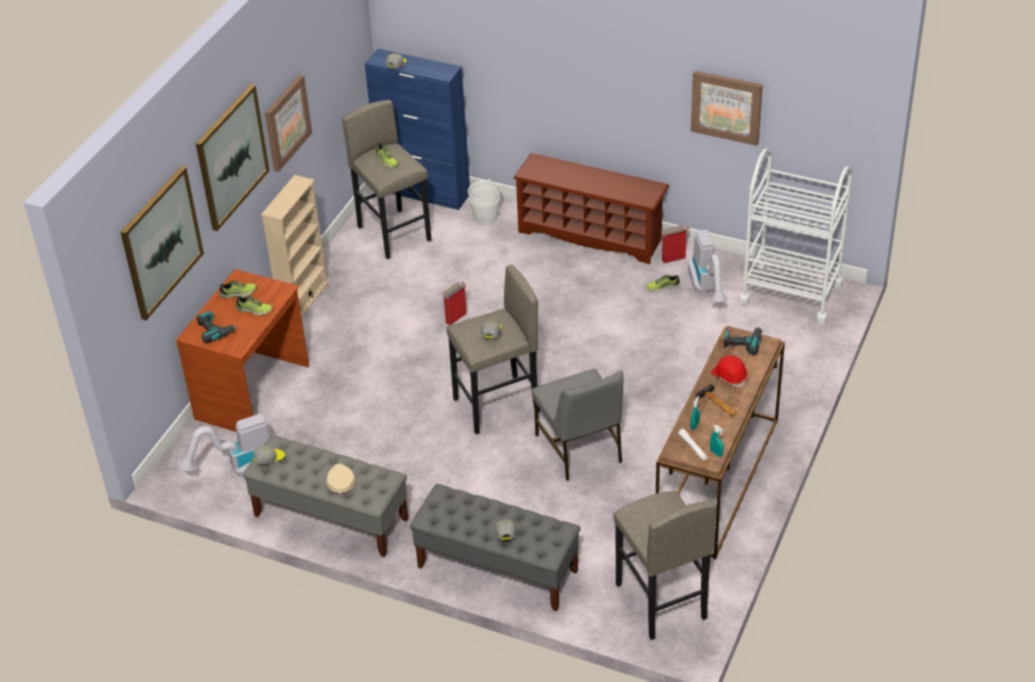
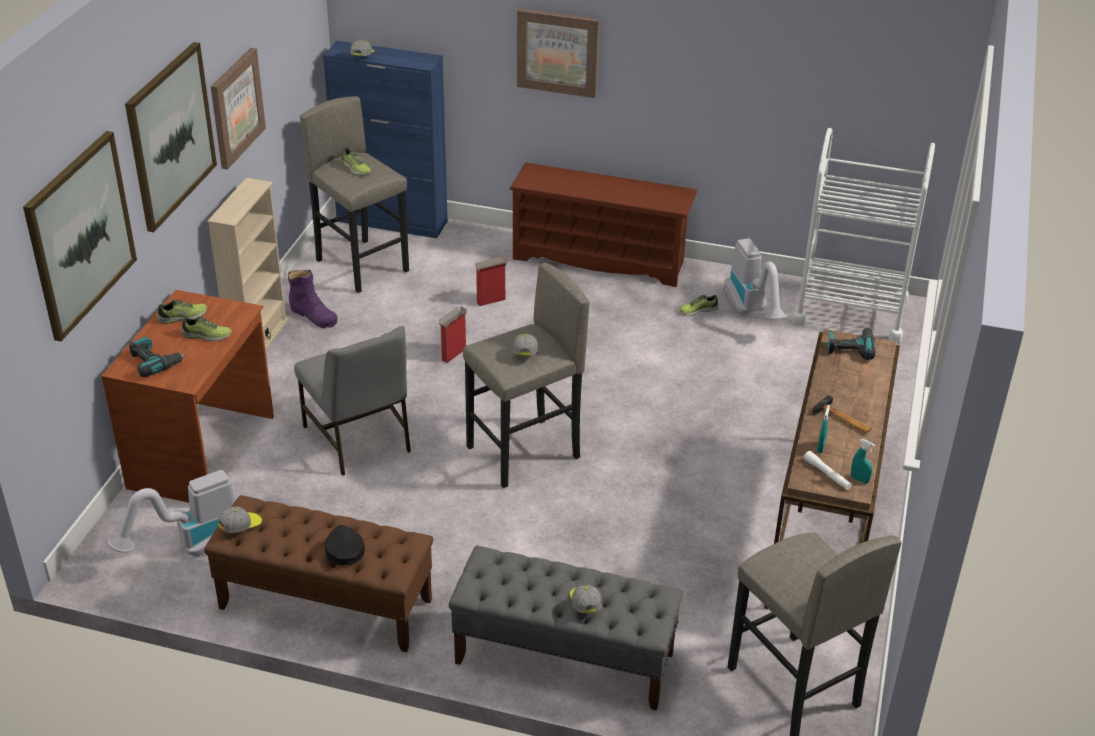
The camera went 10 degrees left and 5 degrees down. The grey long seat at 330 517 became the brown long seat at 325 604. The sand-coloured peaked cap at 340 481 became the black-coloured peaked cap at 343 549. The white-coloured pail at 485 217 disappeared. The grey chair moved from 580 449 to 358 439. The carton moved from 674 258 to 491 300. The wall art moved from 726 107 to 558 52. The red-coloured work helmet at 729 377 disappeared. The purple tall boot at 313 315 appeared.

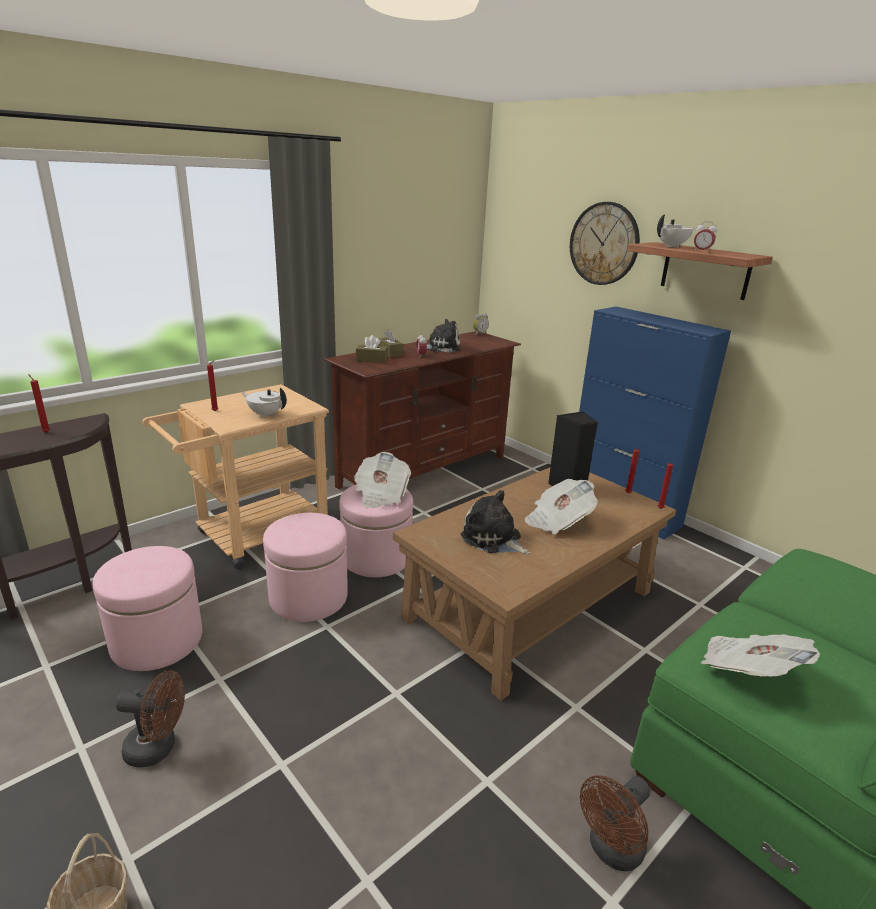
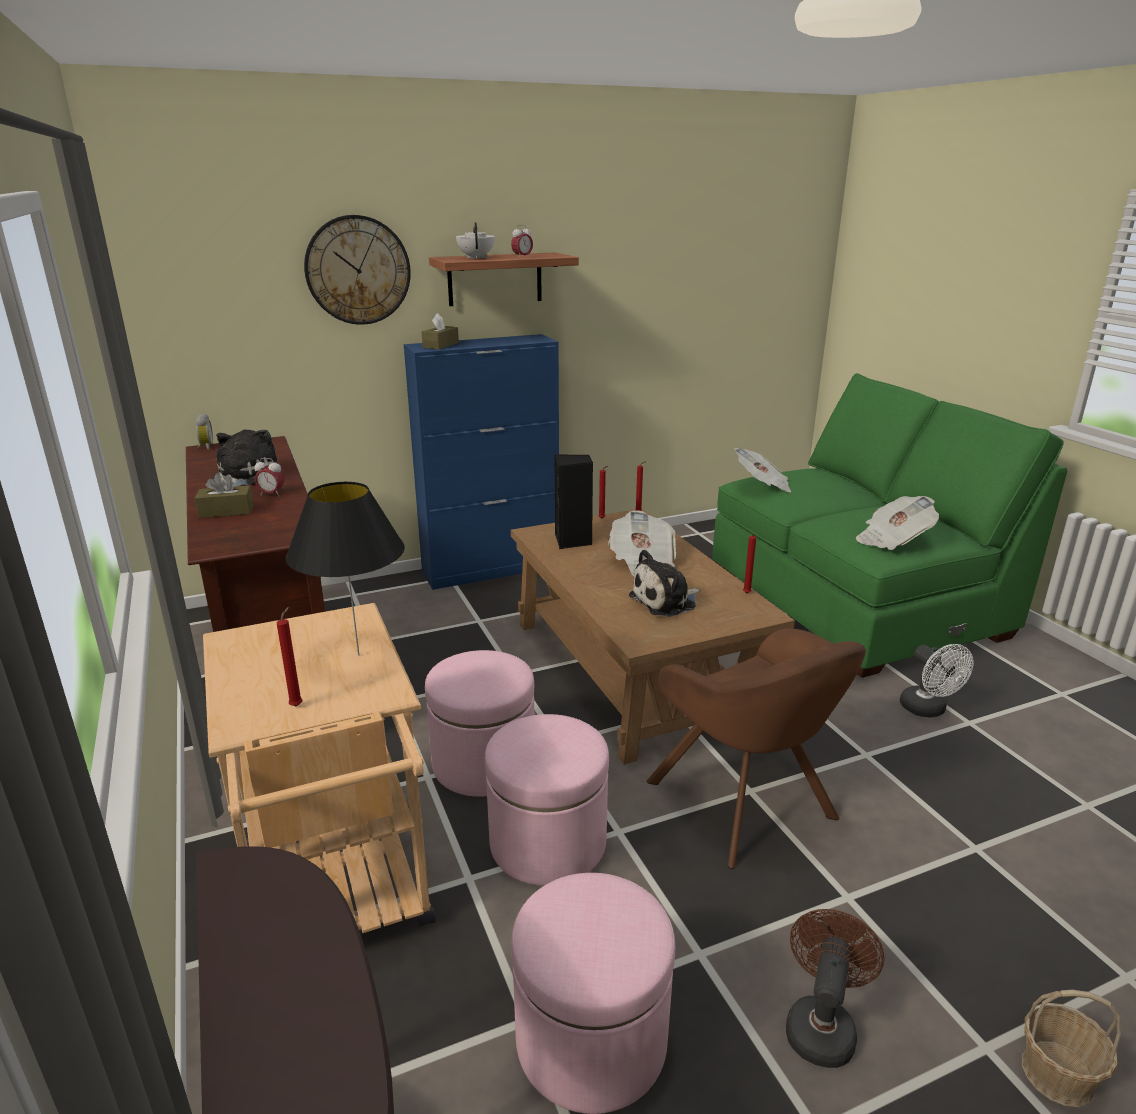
The camera went 70 degrees left and 0 degrees up. The red-coloured wax light moved from 45 432 to 746 594. The white-coloured tea pot at 265 414 was replaced by the black-coloured table lamp at 358 655. The printed paper moved from 381 495 to 762 485. The brown box of tissues moved from 371 360 to 440 345. The brown cooling fan at 611 851 became the white-coloured cooling fan at 928 710. The brown armchair at 746 805 appeared.

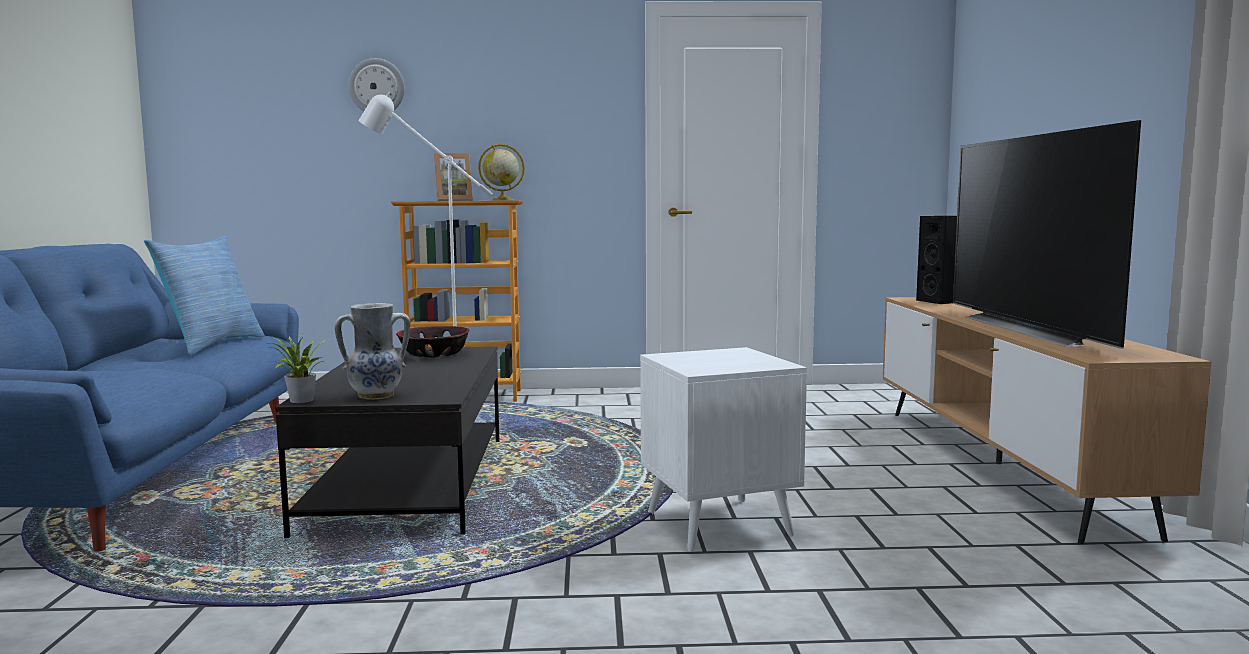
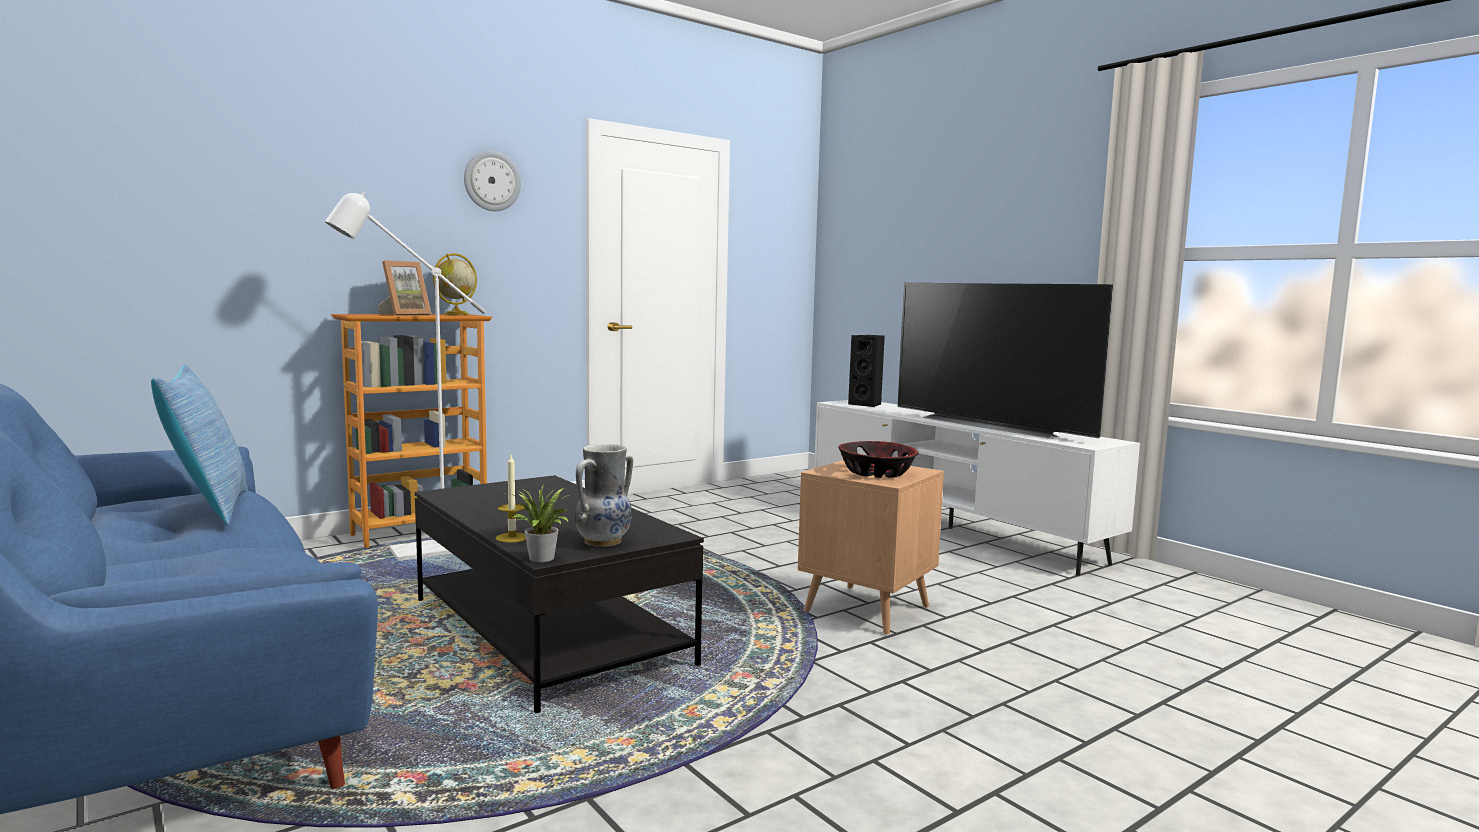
The camera went 35 degrees left and 0 degrees up. The clock on the wall moved from 377 87 to 492 181. The deep dish moved from 434 354 to 877 473. The white-coloured side table at 718 524 became the brown side table at 867 610. The brown media console at 997 463 became the white-coloured media console at 950 528. The wax light at 512 537 appeared.

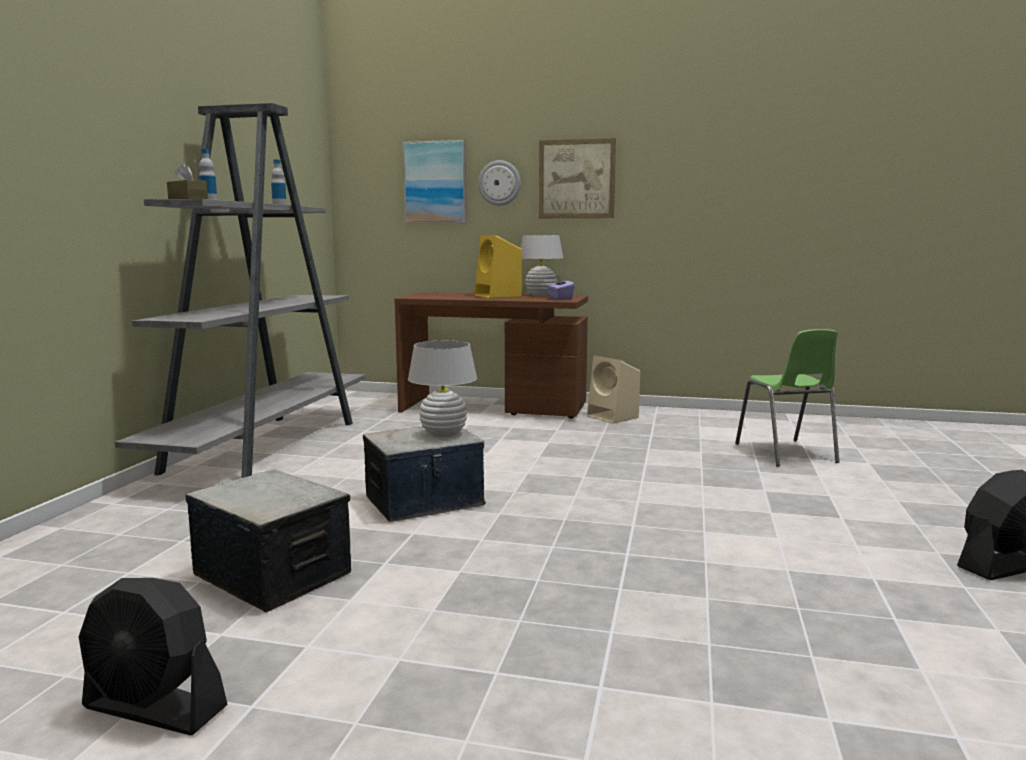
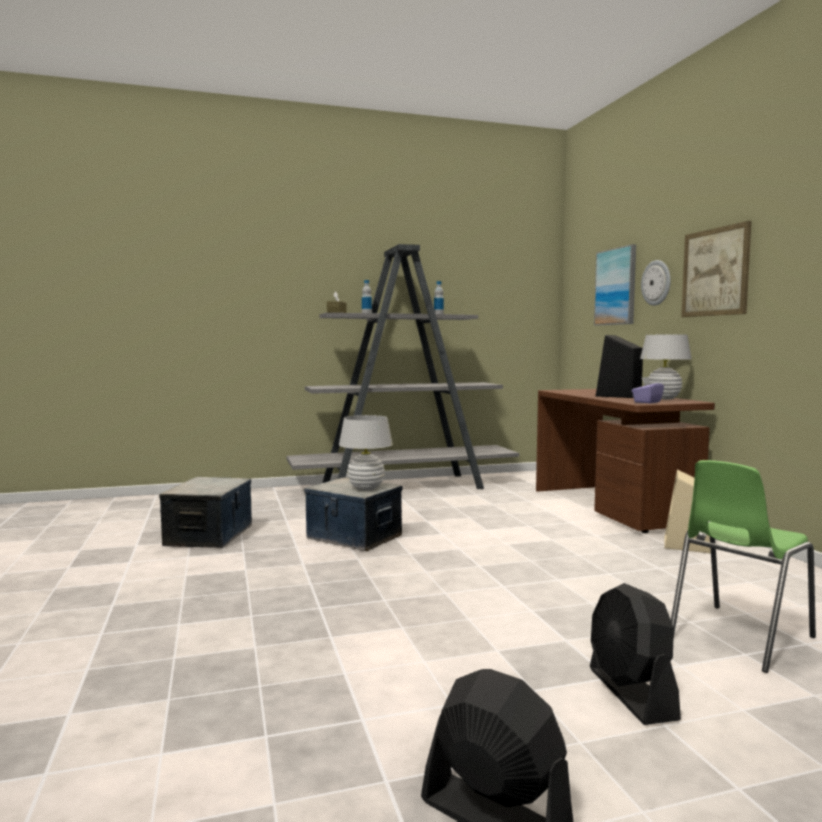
The camera went 60 degrees right and 5 degrees down. The black-coloured cooling fan moved from 155 708 to 631 693. The yellowish audio speaker at 498 296 became the black-coloured audio speaker at 618 396.

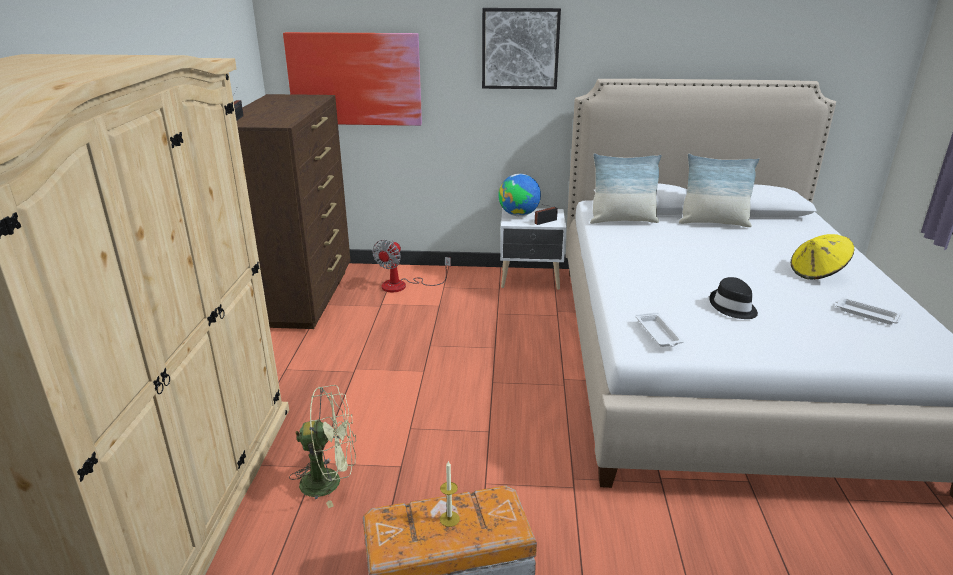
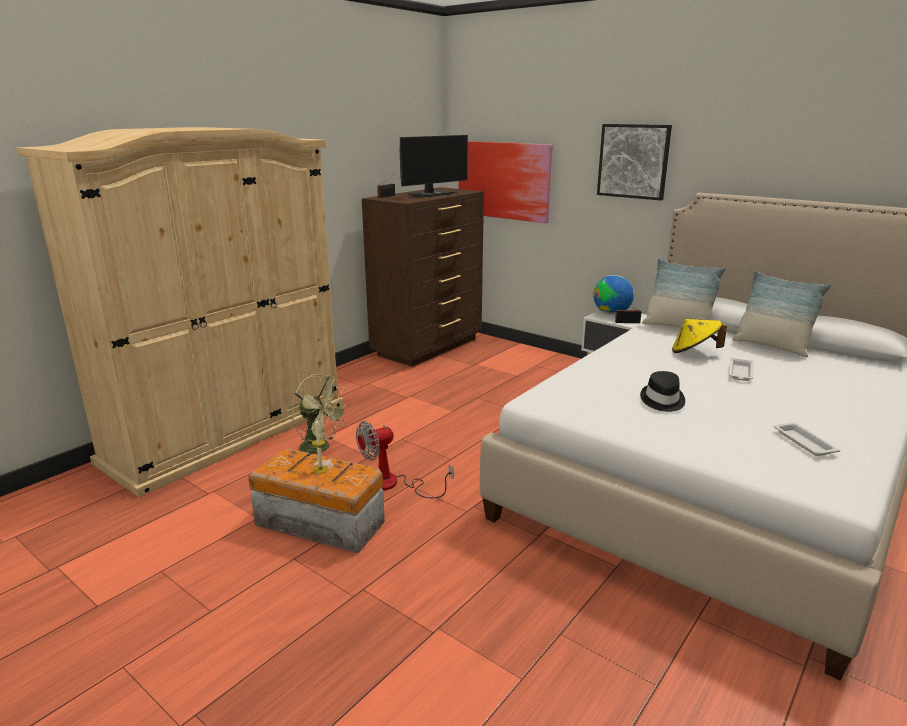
The camera went 35 degrees right and 5 degrees down. The cooling fan moved from 403 285 to 393 484. The white-coloured carrying tray moved from 658 334 to 740 373. The yellowish hat moved from 817 273 to 694 352. The computer screen at 431 194 appeared.

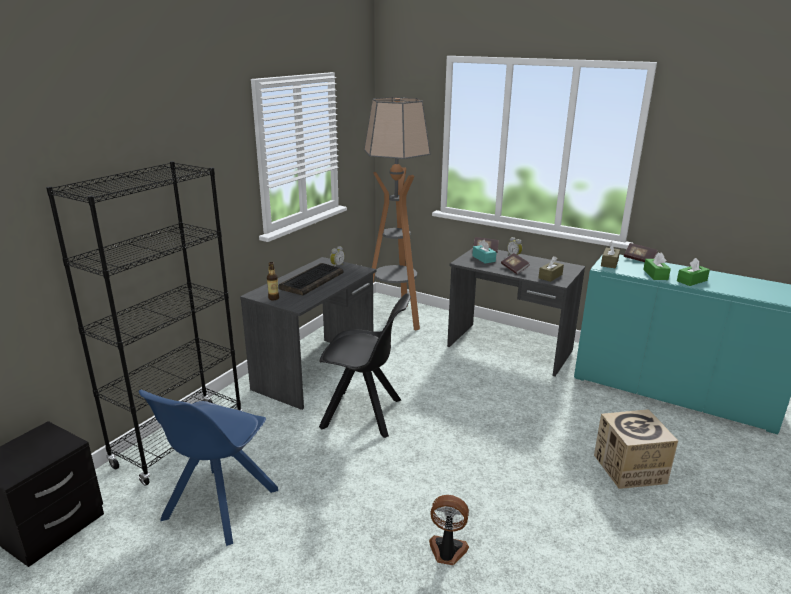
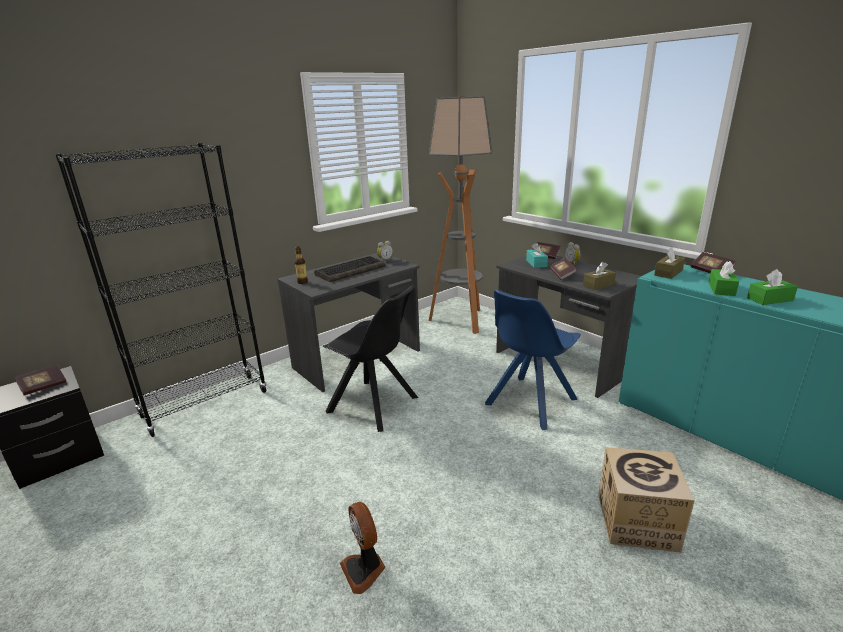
The camera went 20 degrees right and 0 degrees up. The blue chair moved from 218 506 to 529 403. The cooling fan at 447 551 turned 150 degrees counterclockwise. The book at 43 386 appeared.

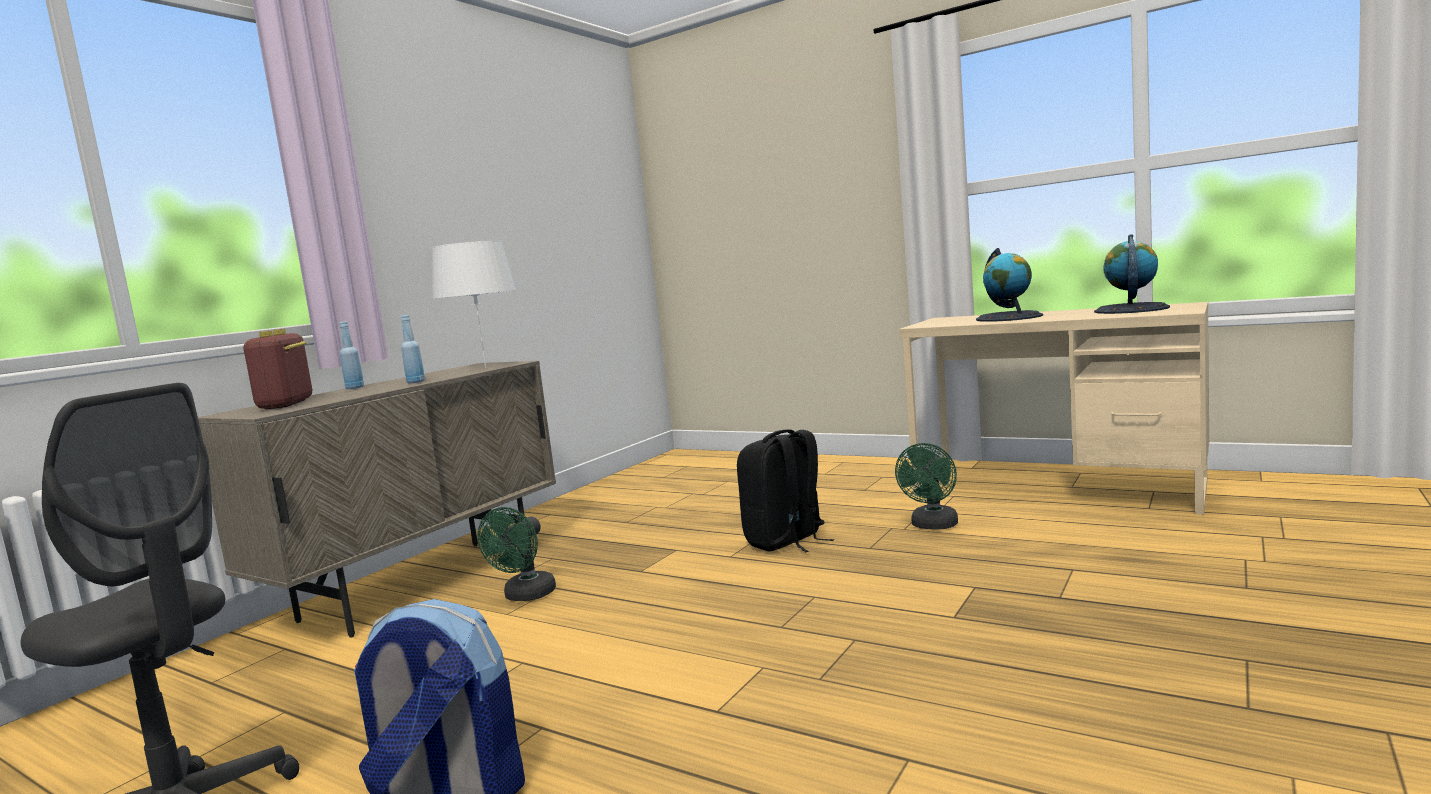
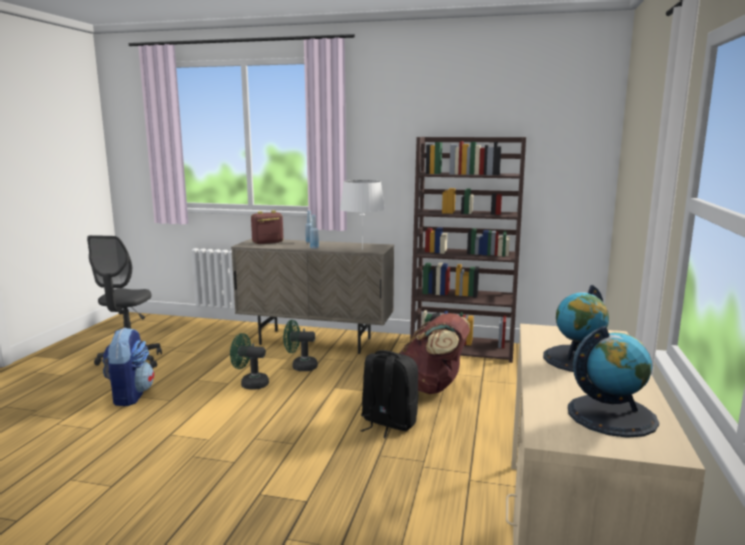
The camera went 70 degrees right and 5 degrees up. The greenish cooling fan moved from 933 526 to 250 384. The brown backpack at 432 388 appeared. The brown shelving unit at 463 348 appeared.

